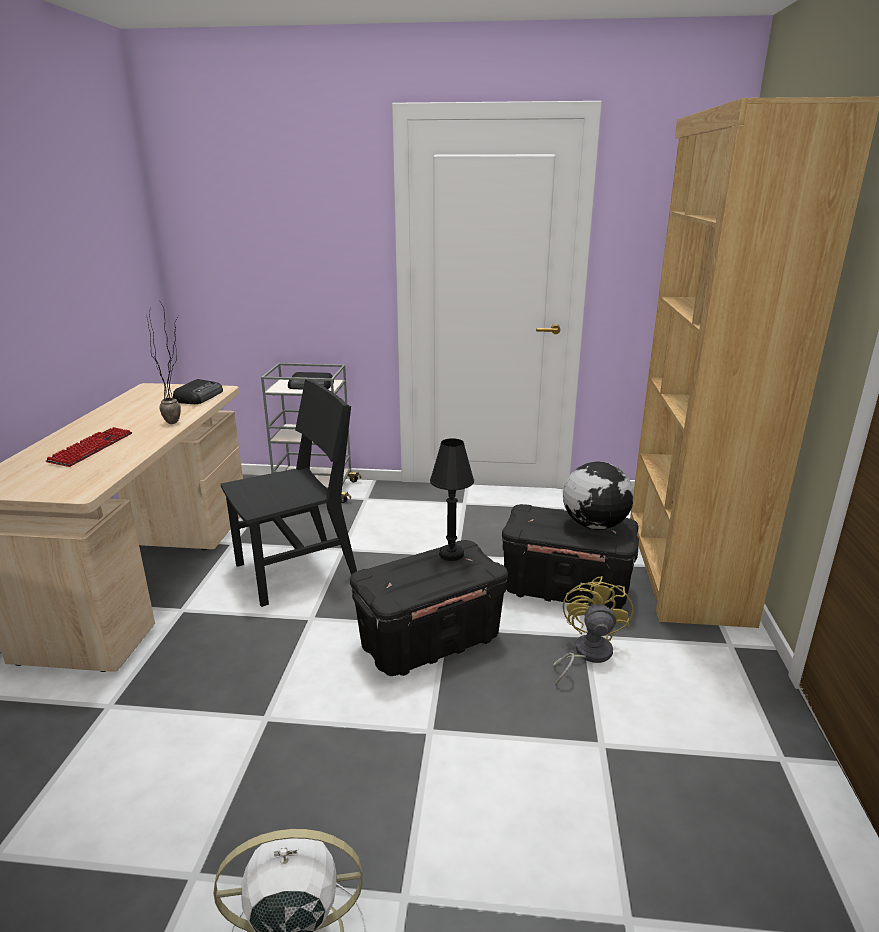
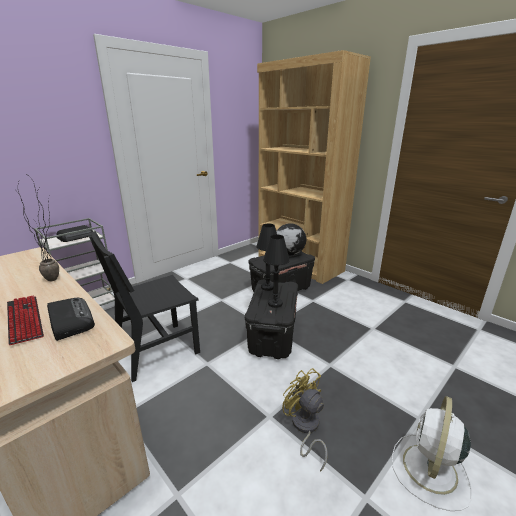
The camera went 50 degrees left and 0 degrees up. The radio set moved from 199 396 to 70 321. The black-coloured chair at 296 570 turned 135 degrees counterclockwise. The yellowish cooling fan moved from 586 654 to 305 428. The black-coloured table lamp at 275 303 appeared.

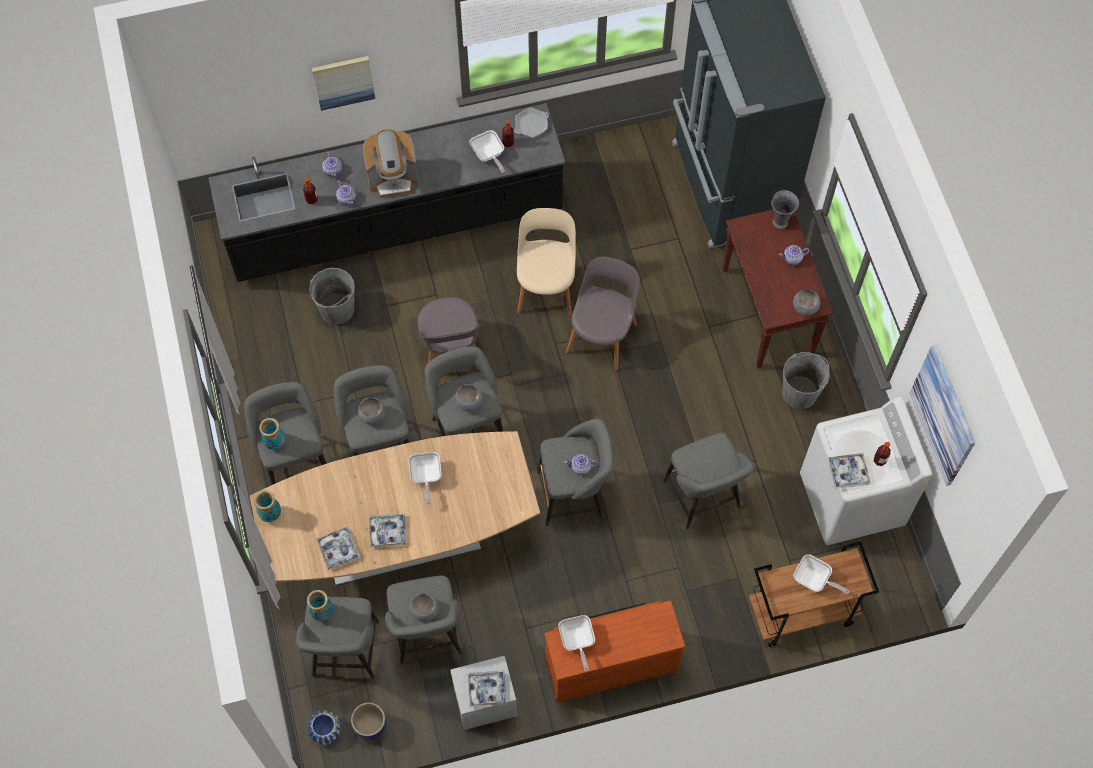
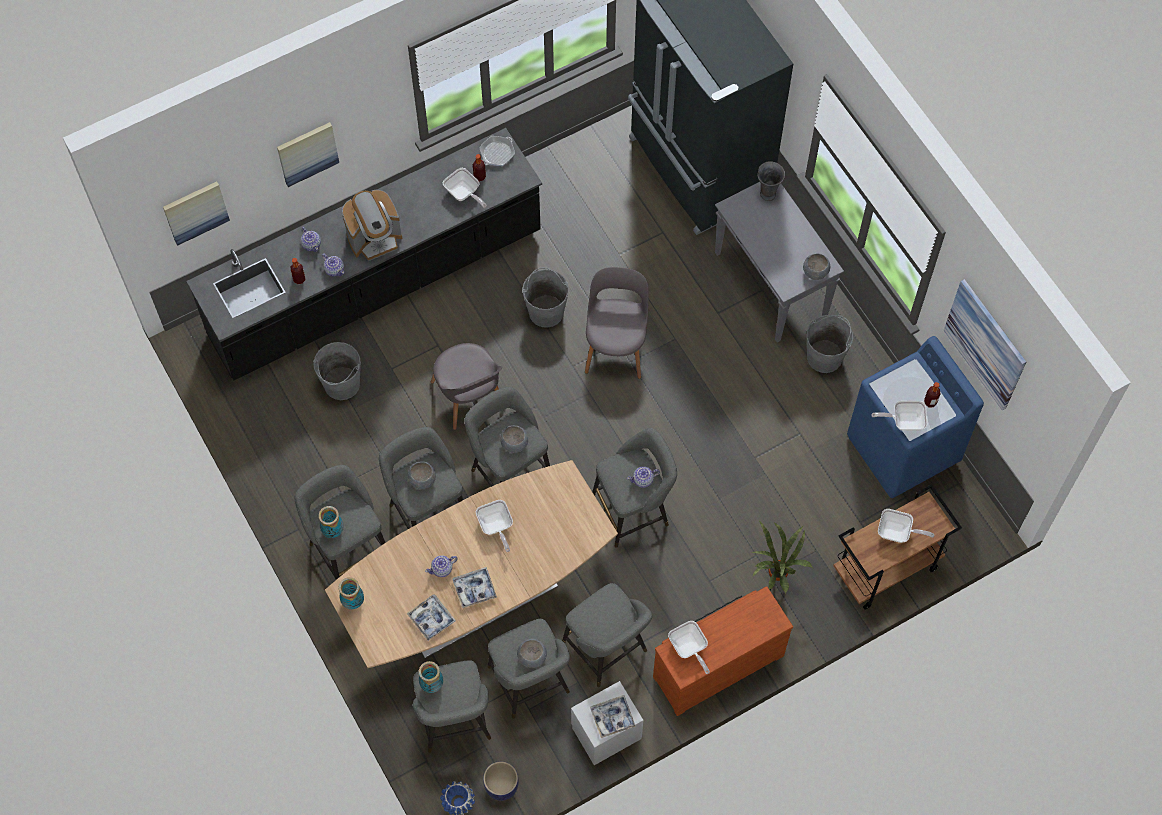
The camera went 15 degrees left and 0 degrees up. The sand-coloured chair at 546 286 was replaced by the grey pail at 546 311. The grey stool moved from 703 498 to 607 650. The brown console table at 768 312 became the grey console table at 771 285. The tea pot moved from 792 258 to 442 569. The white-coloured laundry machine at 851 500 became the blue laundry machine at 903 449. The carrying tray at 848 472 was replaced by the frying pan at 904 421. The wall art at 195 212 appeared. The potted plant at 774 582 appeared.

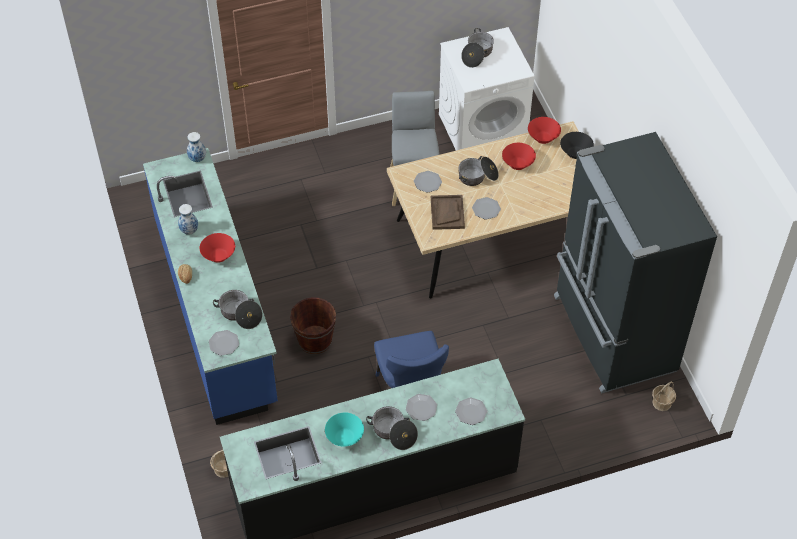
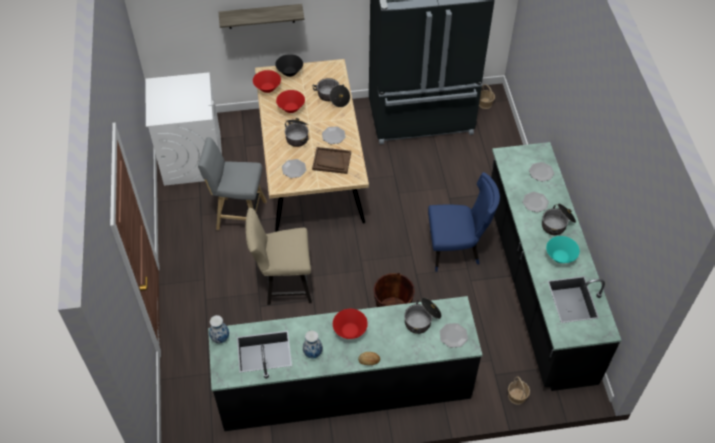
The camera went 80 degrees left and 0 degrees up. The blue kitchen base unit at 216 311 became the black-coloured kitchen base unit at 345 386. The stockpot moved from 477 54 to 332 97. The wall shelf at 261 16 appeared. The sand-coloured chair at 283 284 appeared.

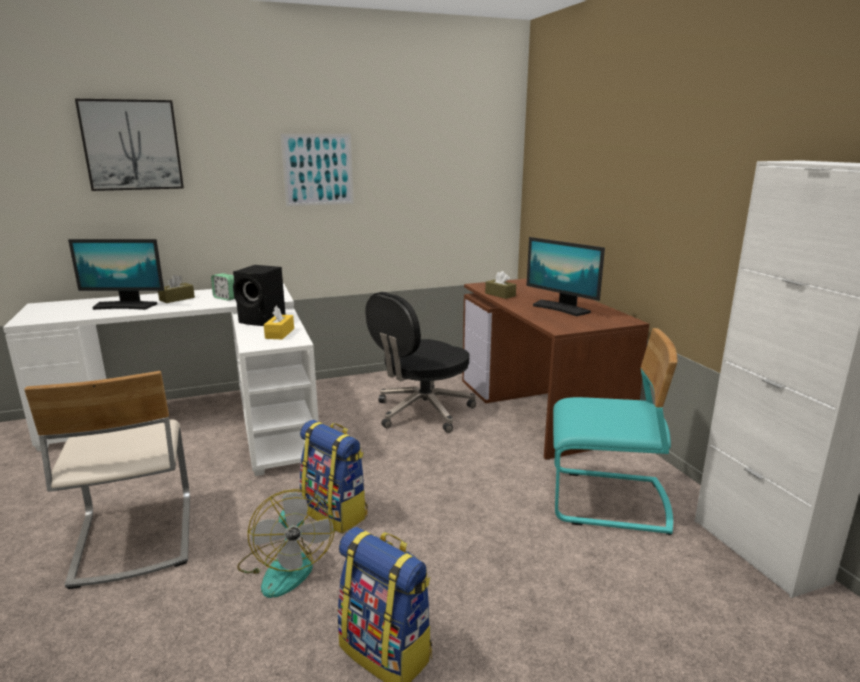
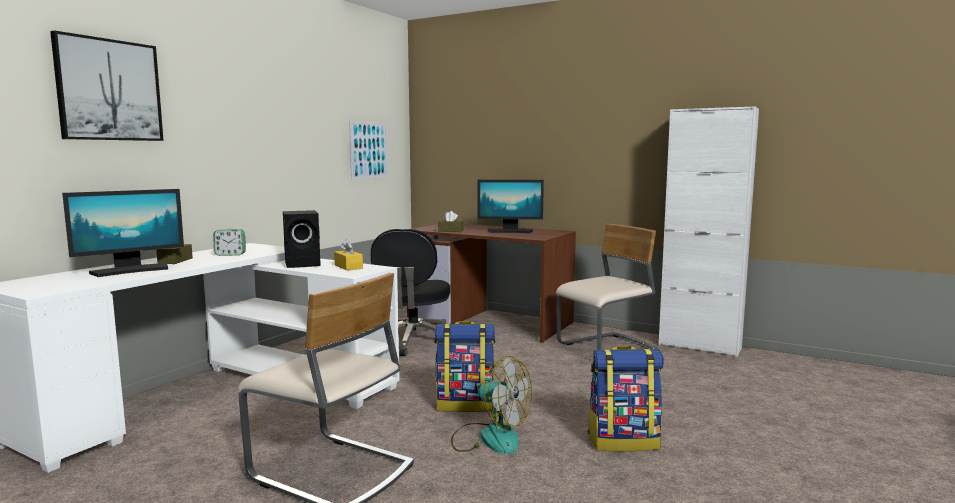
The camera went 40 degrees left and 10 degrees down. The wall art moved from 318 169 to 368 150. The turquoise chair at 608 501 became the sand-coloured chair at 608 349.

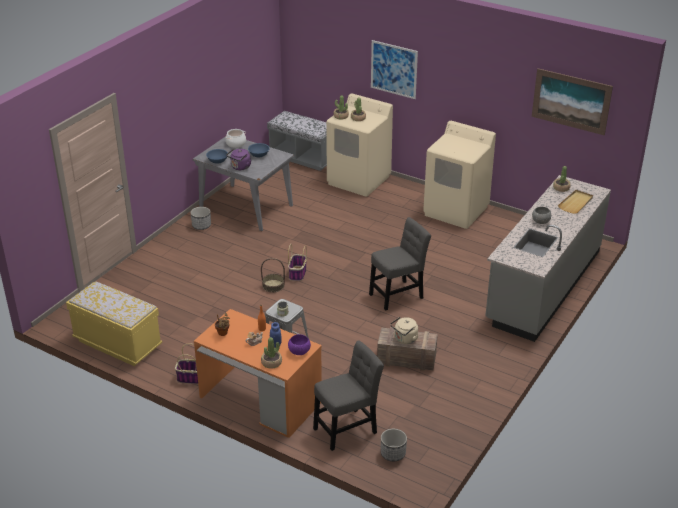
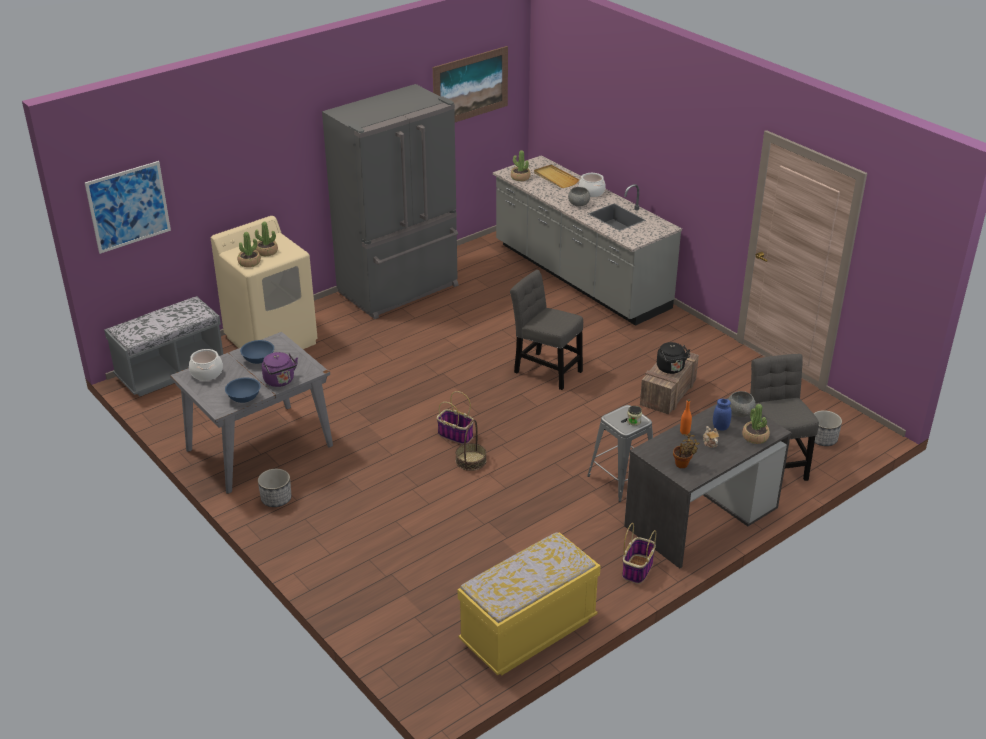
The camera went 70 degrees left and 0 degrees up. The orange desk unit at 260 400 became the grey desk unit at 702 517. The purple deep dish at 299 351 became the grey deep dish at 739 413. The grey chair at 398 295 turned 45 degrees counterclockwise. The wall art moved from 394 69 to 128 207. The sand-coloured tea kettle at 404 339 became the black-coloured tea kettle at 671 369. The sand-coloured laundry machine at 456 211 was replaced by the grey refrigerator at 400 290. The stockpot at 591 192 appeared.

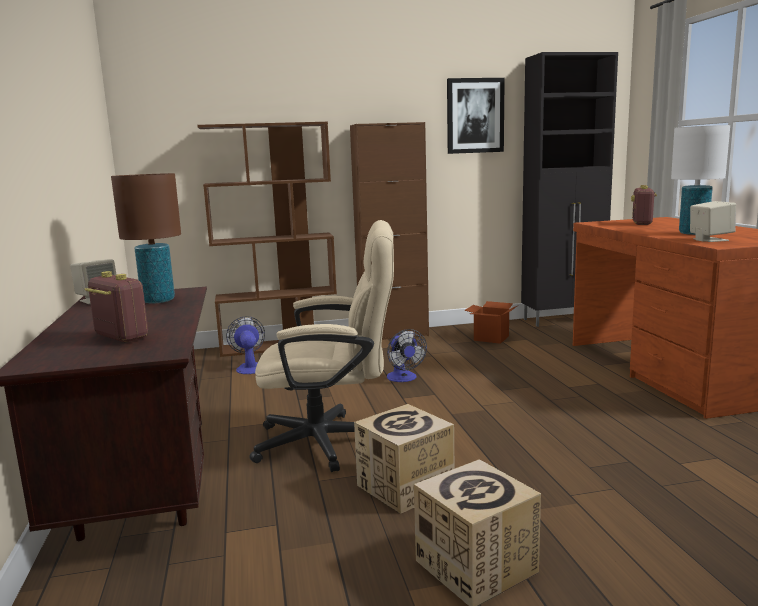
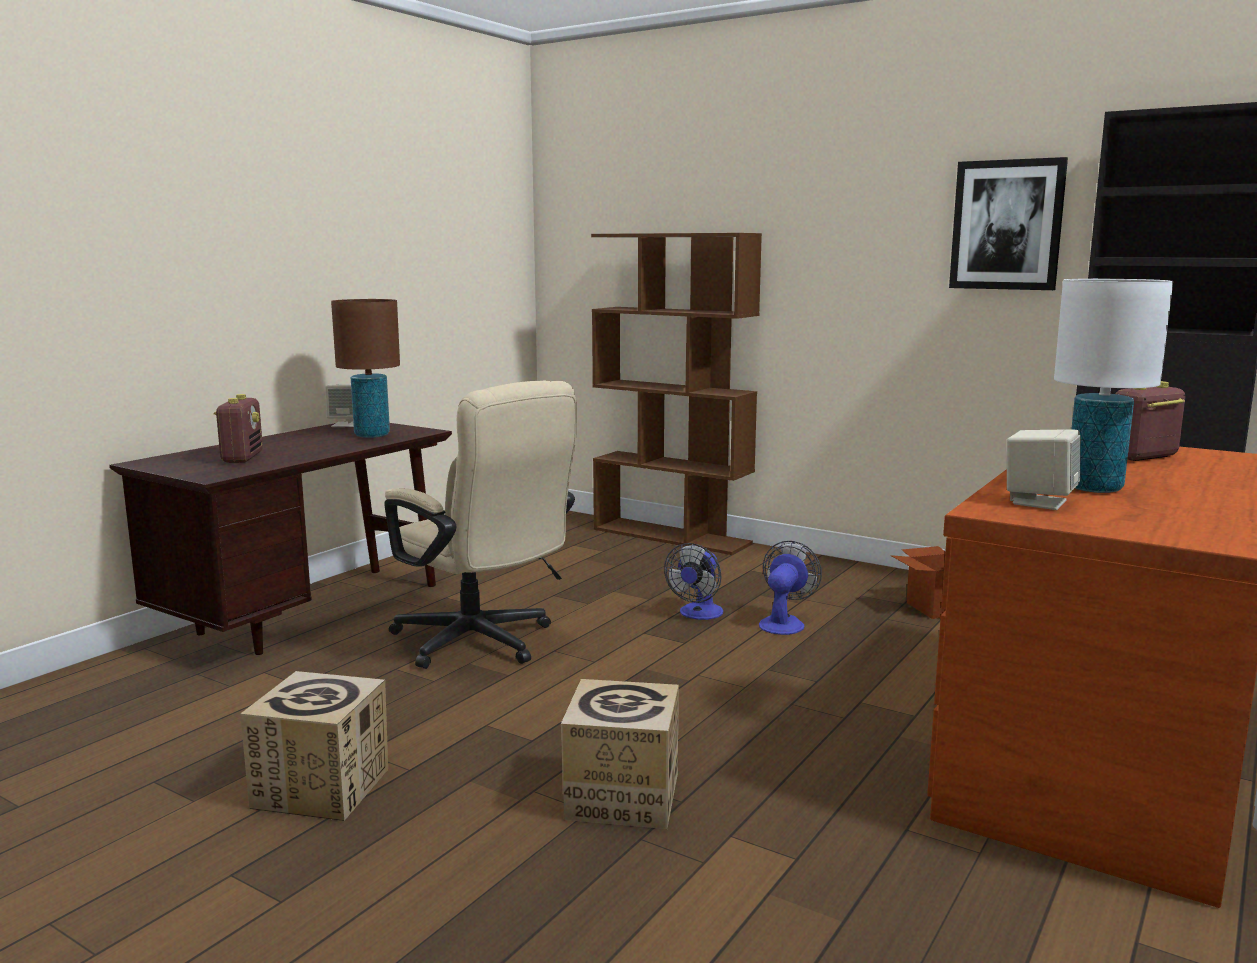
The camera went 45 degrees right and 0 degrees up. The cooling fan moved from 249 367 to 784 623. The brown storage cabinet at 393 335 disappeared. The carton moved from 405 487 to 622 796.

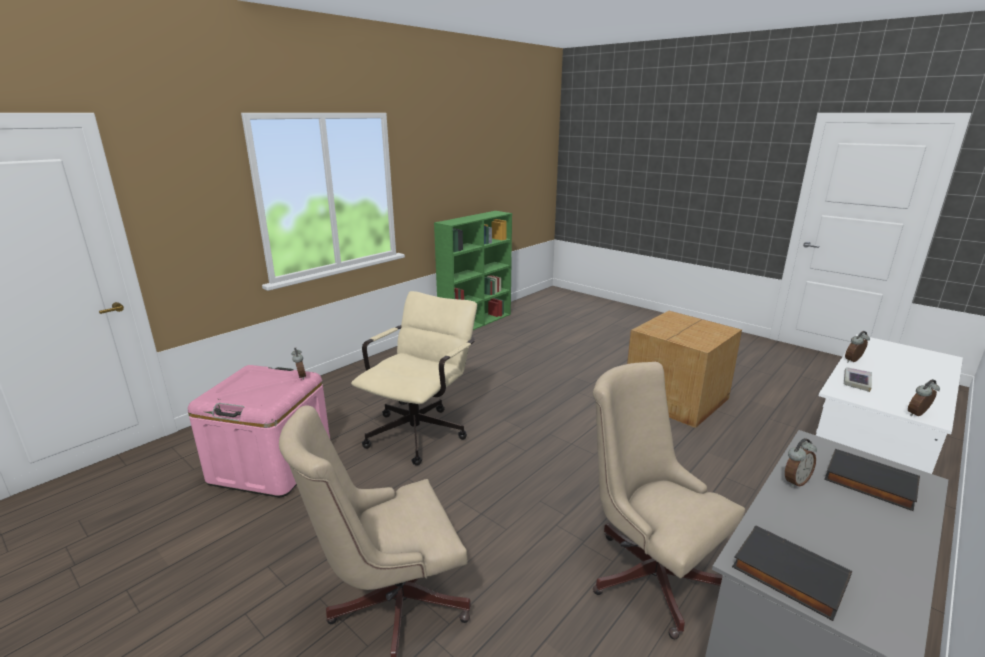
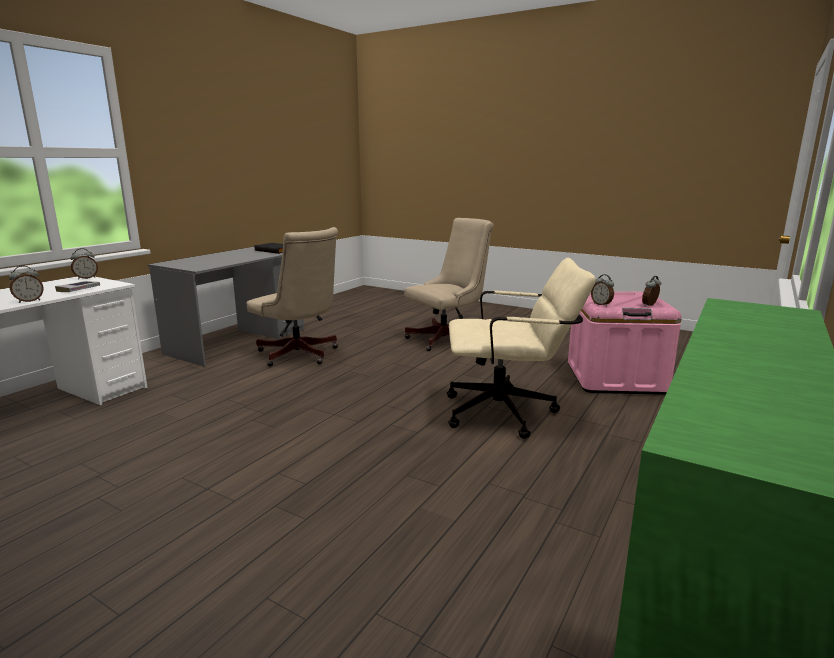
The camera went 170 degrees right and 5 degrees down. The sand-coloured computer chair at 421 430 turned 105 degrees counterclockwise. The carton at 678 399 disappeared. The table clock moved from 795 481 to 650 305. The black-coloured book at 869 483 disappeared.

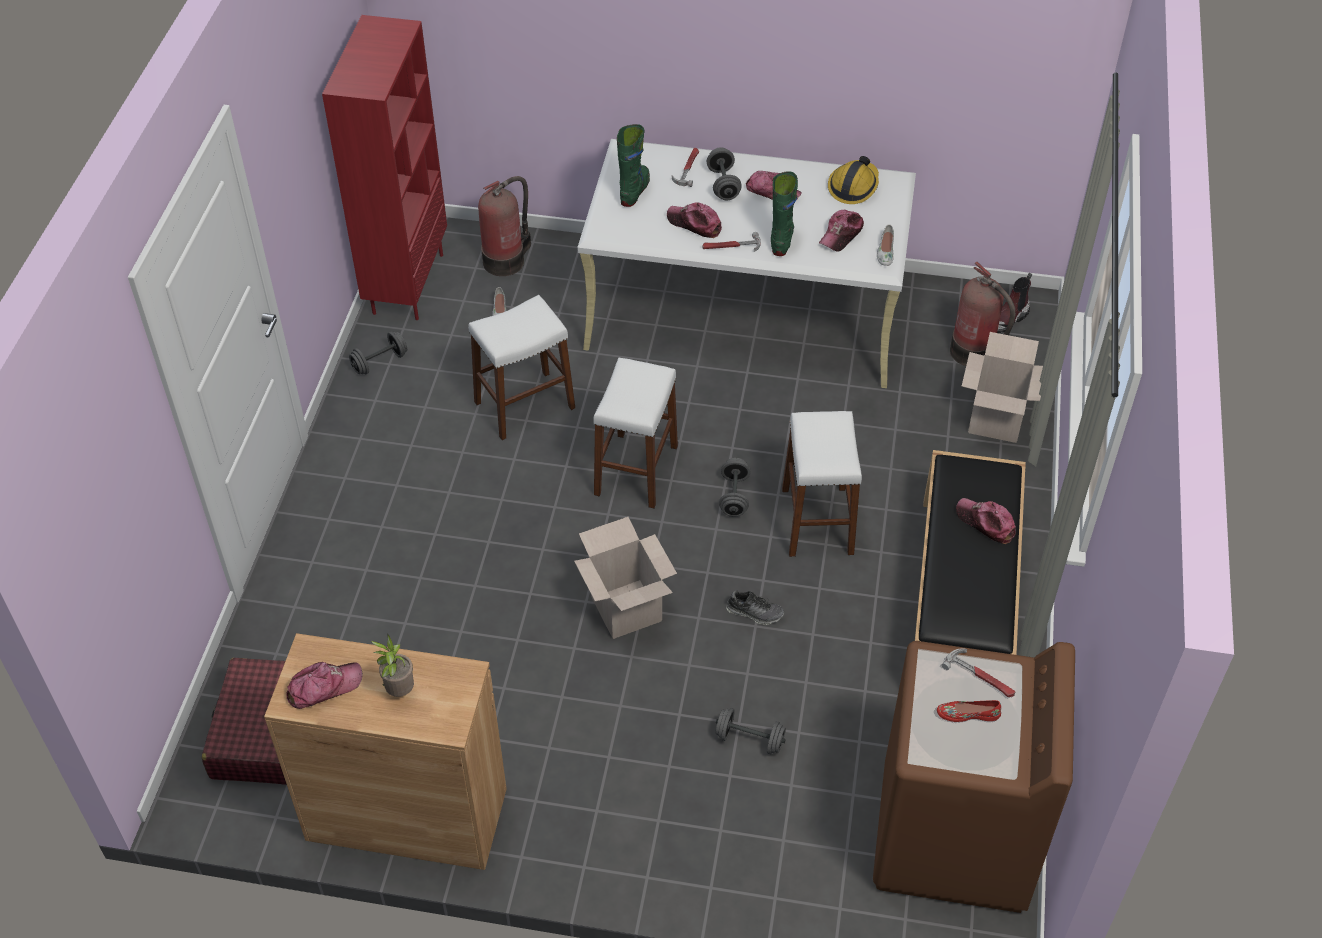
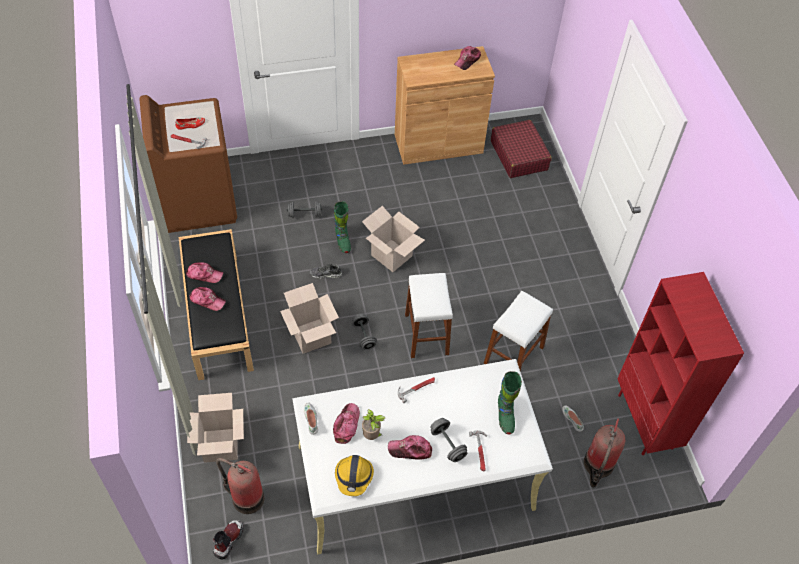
The camera went 155 degrees right and 5 degrees up. The grey hand weight at 380 362 disappeared. The potted plant moved from 399 690 to 372 436. The peaked cap moved from 694 224 to 204 275. The greenish tall boot moved from 782 238 to 342 241. The white-coloured stool at 817 521 was replaced by the carton at 311 336.

